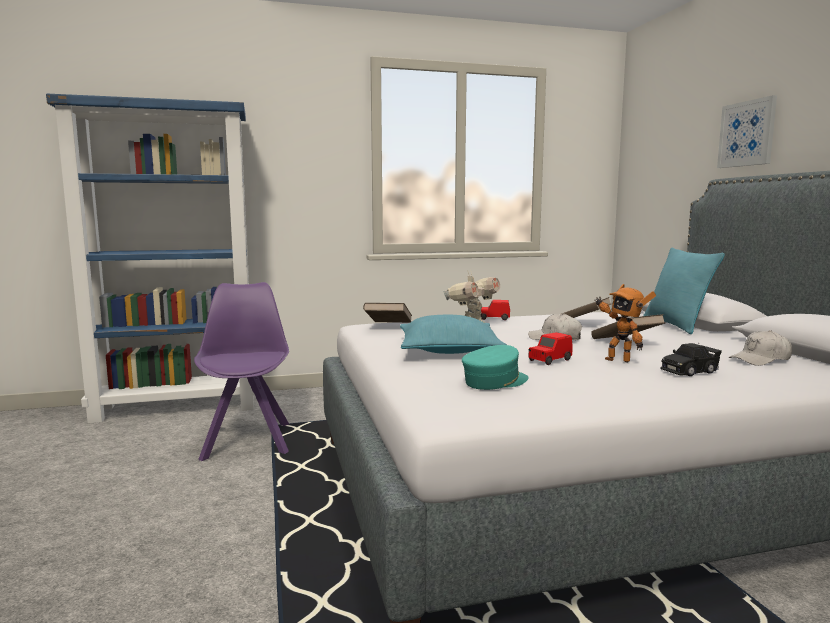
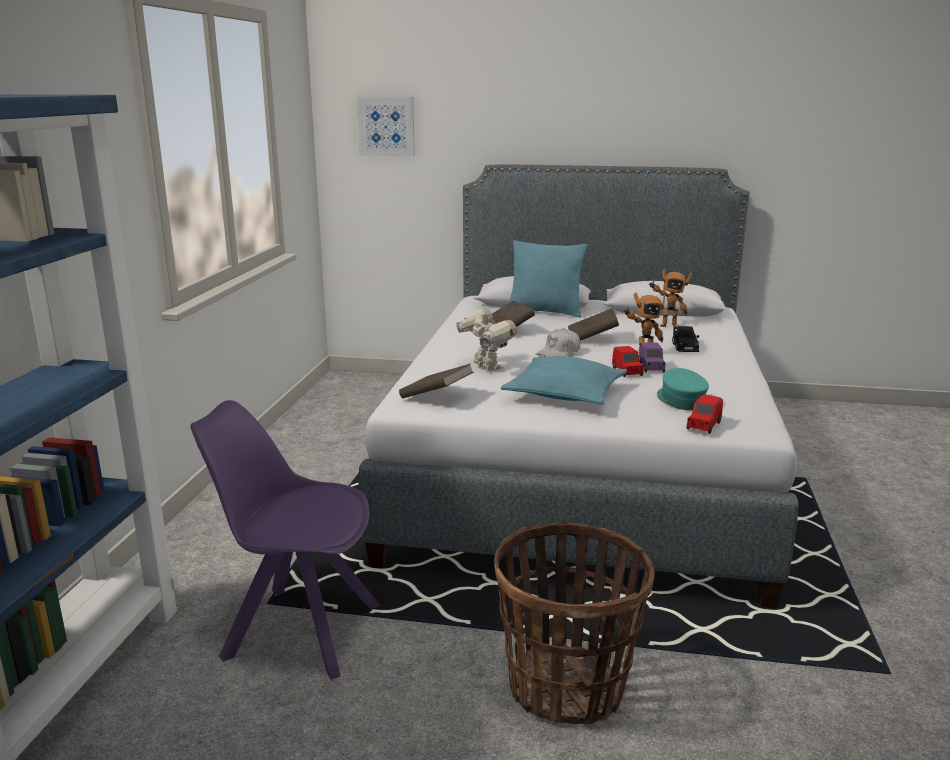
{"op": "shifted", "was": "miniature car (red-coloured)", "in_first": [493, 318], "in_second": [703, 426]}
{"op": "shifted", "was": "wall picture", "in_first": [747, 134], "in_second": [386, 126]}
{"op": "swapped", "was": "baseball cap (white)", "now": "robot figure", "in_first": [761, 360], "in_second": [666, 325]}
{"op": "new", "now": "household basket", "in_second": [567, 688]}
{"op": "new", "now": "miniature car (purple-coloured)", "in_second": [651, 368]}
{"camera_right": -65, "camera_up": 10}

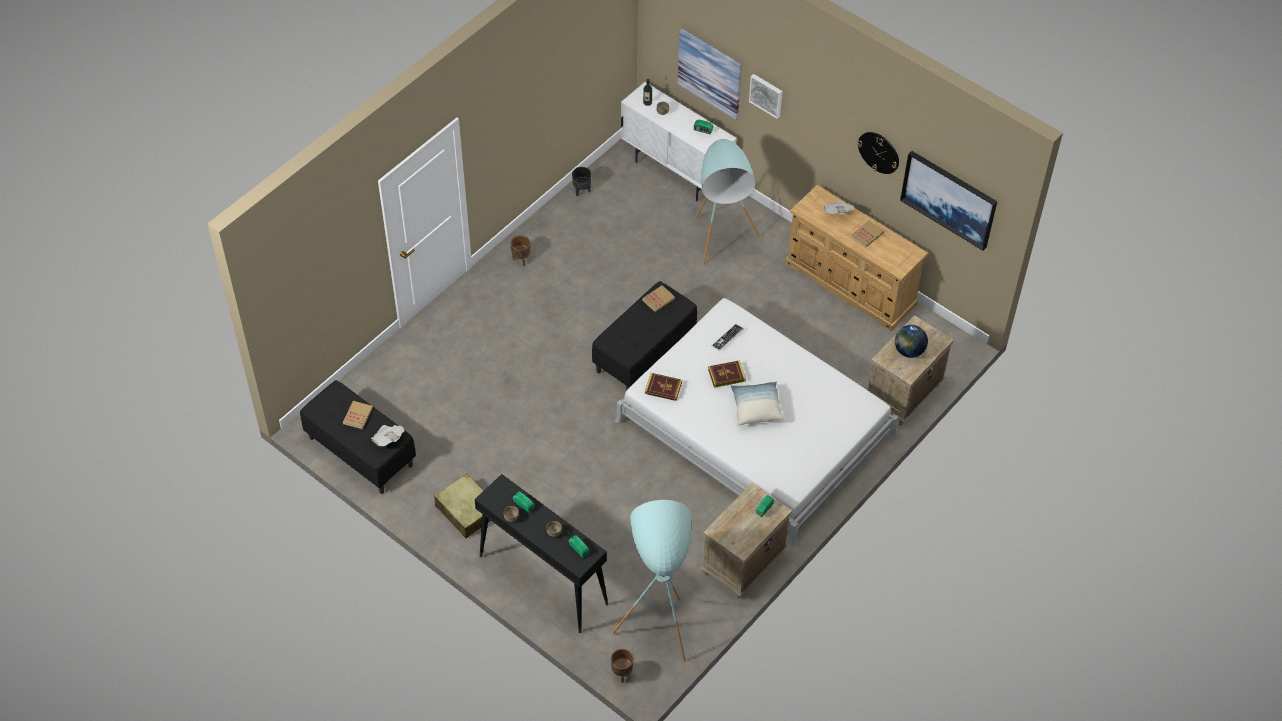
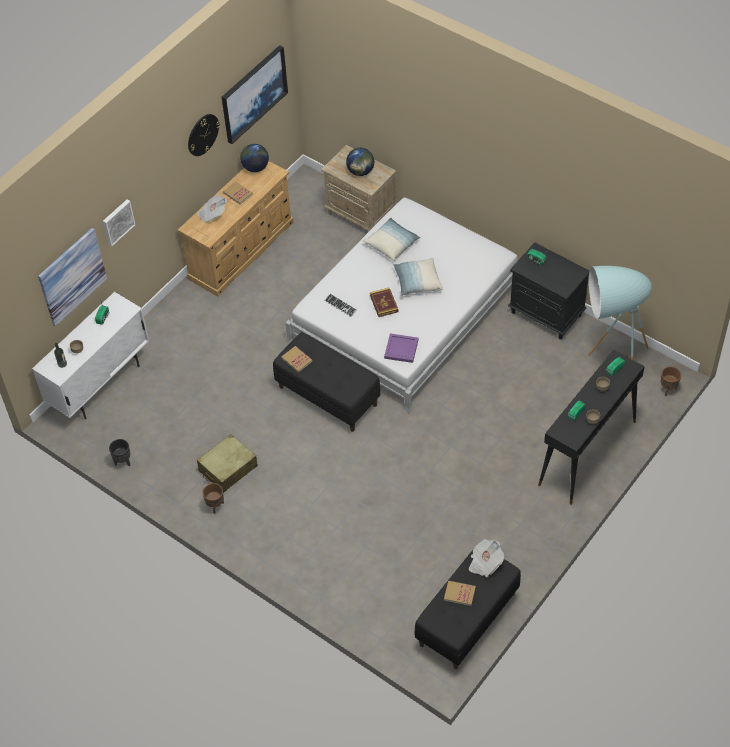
{"op": "shifted", "was": "suitcase (beige-coloured)", "in_first": [466, 511], "in_second": [228, 468]}
{"op": "swapped", "was": "bound book", "now": "serving tray (purple-coloured)", "in_first": [663, 388], "in_second": [402, 349]}
{"op": "gone", "was": "floor lamp (turquoise)", "in_first": [720, 249]}
{"op": "repainted", "was": "nightstand (beige-coloured)", "now": "nightstand (black)", "in_first": [743, 564], "in_second": [547, 314]}
{"op": "new", "now": "desk globe", "in_second": [255, 167]}
{"op": "new", "now": "throw pillow", "in_second": [391, 244]}
{"camera_right": -90, "camera_up": 0}

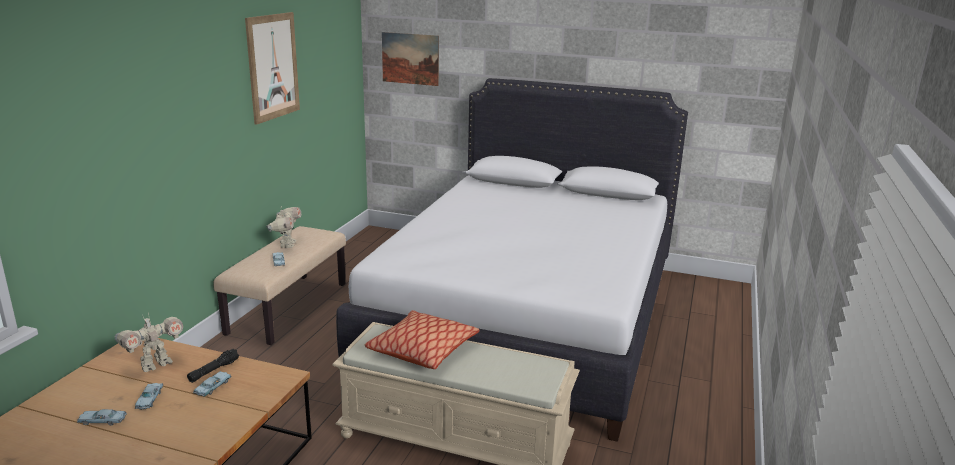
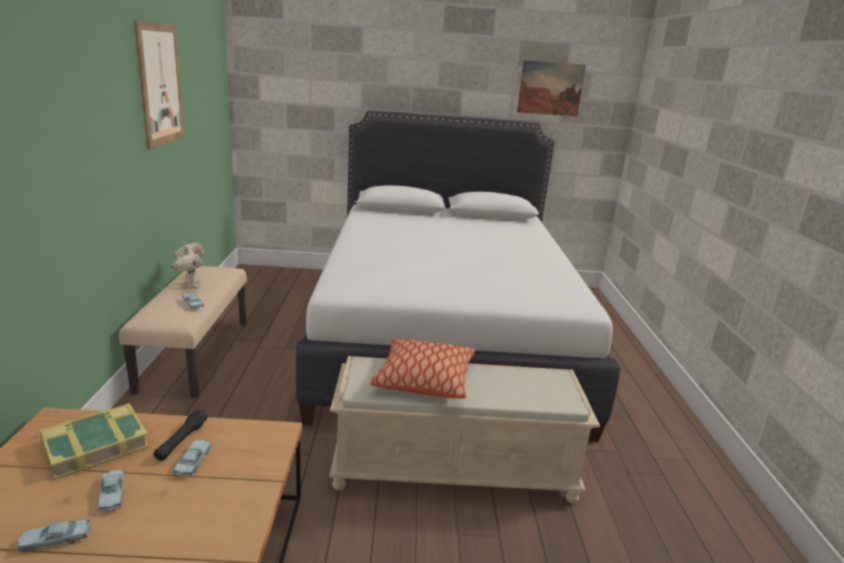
{"op": "swapped", "was": "robot figure", "now": "bound book", "in_first": [155, 364], "in_second": [95, 445]}
{"op": "shifted", "was": "wall picture", "in_first": [410, 58], "in_second": [550, 88]}
{"camera_right": -20, "camera_up": 0}

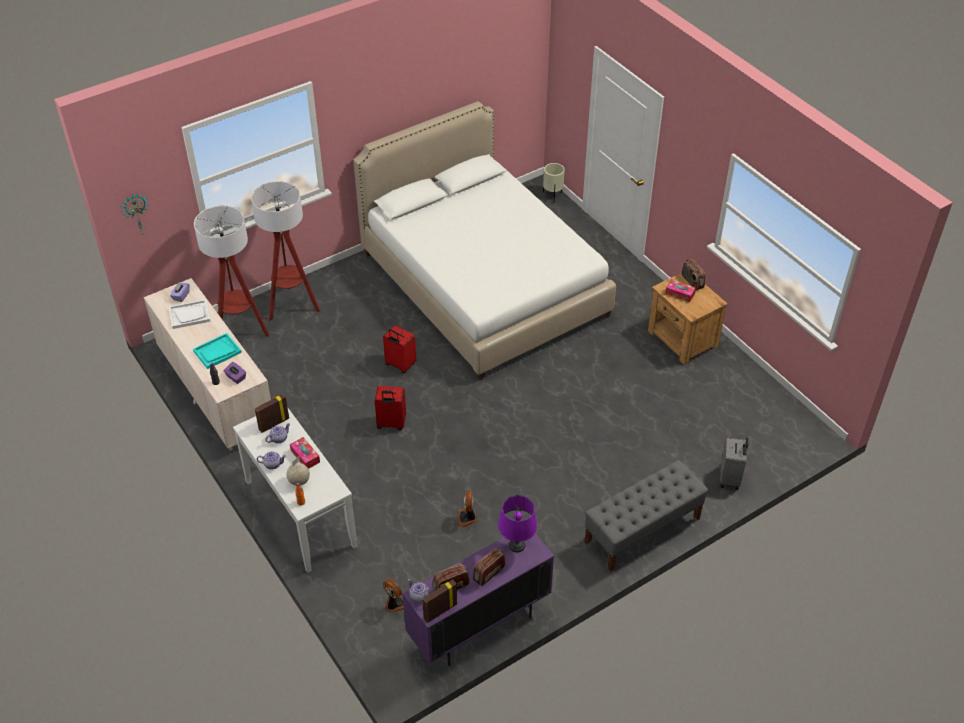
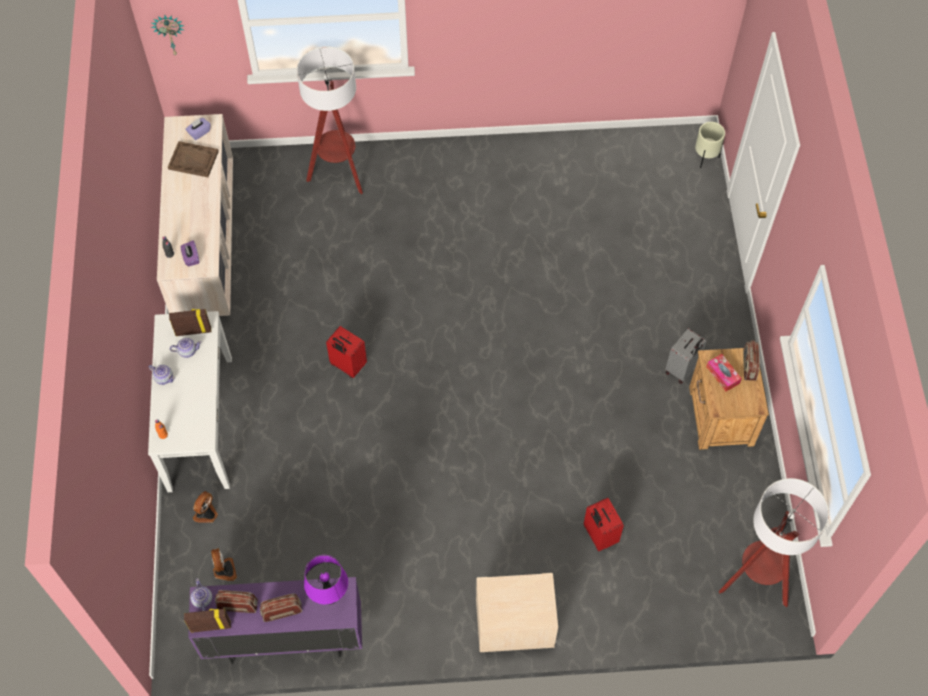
{"op": "repainted", "was": "serving tray (white)", "now": "serving tray (brown)", "in_first": [189, 315], "in_second": [193, 160]}
{"op": "gone", "was": "serving tray (turquoise)", "in_first": [217, 352]}
{"op": "shifted", "was": "floor lamp", "in_first": [241, 331], "in_second": [755, 581]}
{"op": "gone", "was": "desk globe", "in_first": [299, 481]}
{"op": "gone", "was": "tissue box", "in_first": [305, 456]}
{"op": "gone", "was": "sleeping bed (white)", "in_first": [483, 284]}
{"op": "shifted", "was": "suitcase (red-coloured)", "in_first": [400, 365], "in_second": [599, 535]}
{"op": "shifted", "was": "cooling fan", "in_first": [467, 518], "in_second": [207, 514]}
{"op": "swapped", "was": "bench (gray)", "now": "nightstand (beige-coloured)", "in_first": [642, 530], "in_second": [514, 623]}
{"op": "shifted", "was": "suitcase (gray)", "in_first": [730, 478], "in_second": [682, 369]}
{"camera_right": 30, "camera_up": 15}

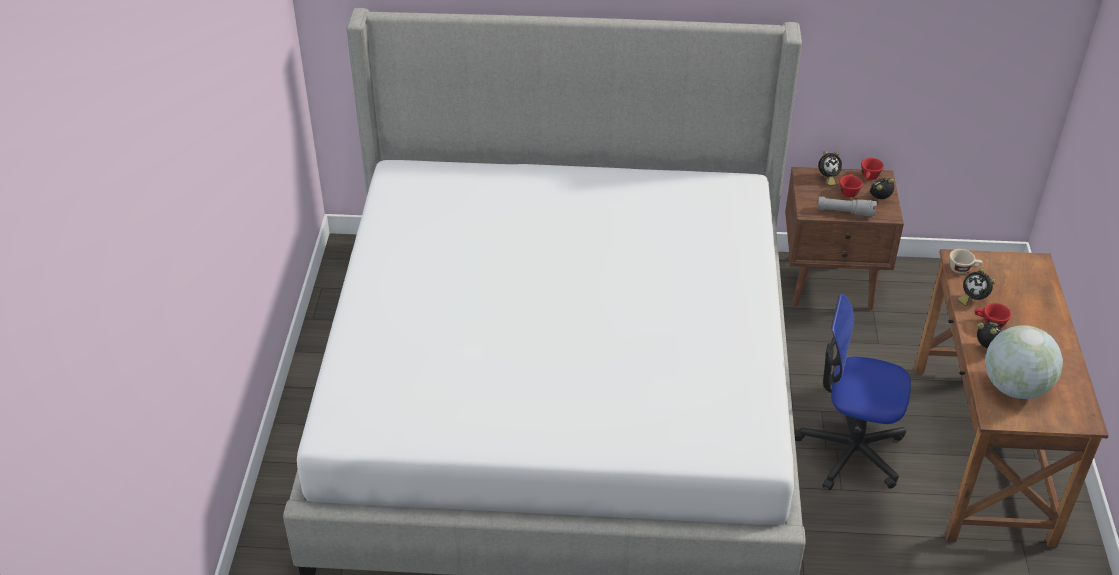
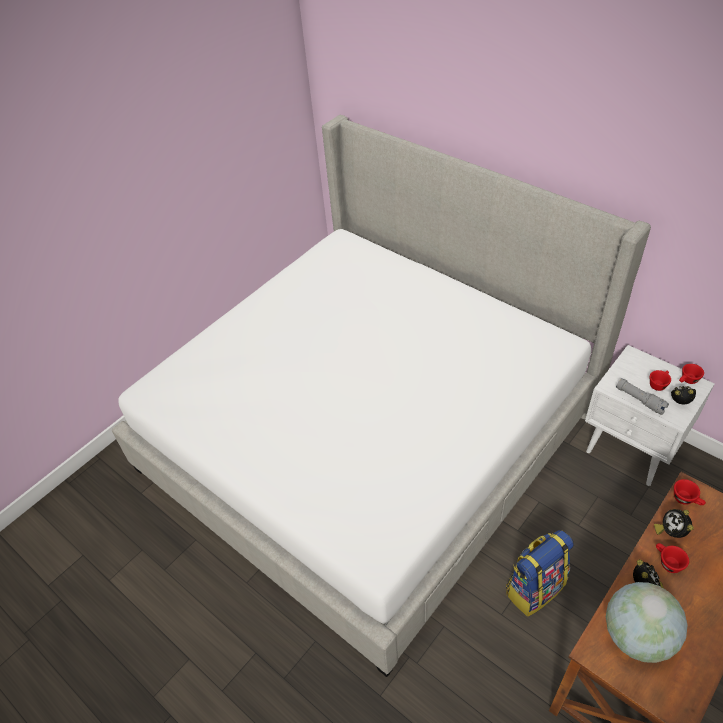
{"op": "repainted", "was": "nightstand (brown)", "now": "nightstand (white)", "in_first": [831, 284], "in_second": [631, 449]}
{"op": "swapped", "was": "desk chair", "now": "backpack", "in_first": [850, 450], "in_second": [534, 588]}
{"op": "gone", "was": "table clock", "in_first": [827, 178]}
{"op": "repainted", "was": "small cup (beige-coloured)", "now": "small cup (red-coloured)", "in_first": [963, 269], "in_second": [686, 499]}
{"camera_right": 40, "camera_up": 5}

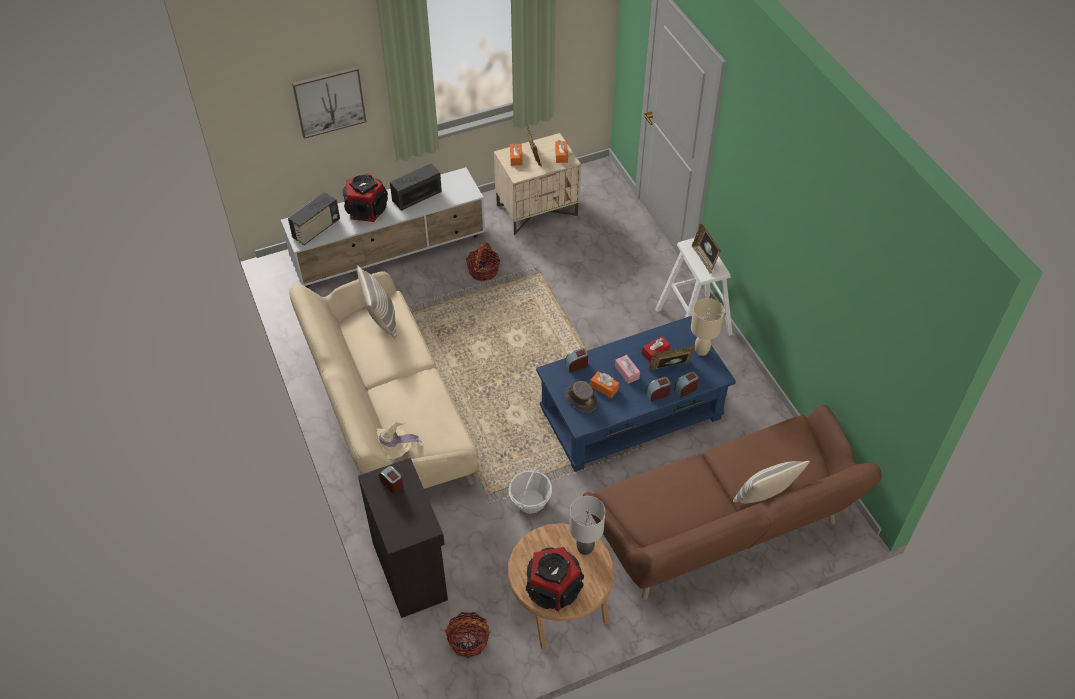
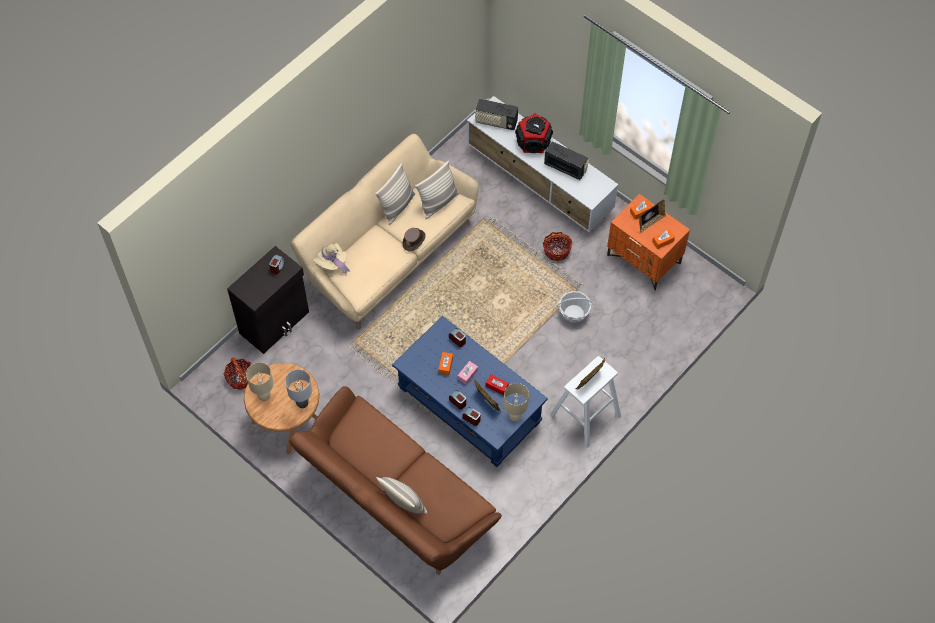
{"op": "gone", "was": "wall picture", "in_first": [329, 101]}
{"op": "repainted", "was": "nightstand (beige-coloured)", "now": "nightstand (orangey)", "in_first": [537, 210], "in_second": [644, 259]}
{"op": "shifted", "was": "household basket", "in_first": [530, 501], "in_second": [573, 313]}
{"op": "swapped", "was": "audio speaker", "now": "lamp for a table (beige-coloured)", "in_first": [553, 588], "in_second": [264, 397]}
{"op": "shifted", "was": "wearable hat (brown)", "in_first": [581, 398], "in_second": [414, 240]}
{"op": "new", "now": "throw pillow", "in_second": [397, 206]}
{"camera_right": 65, "camera_up": 10}

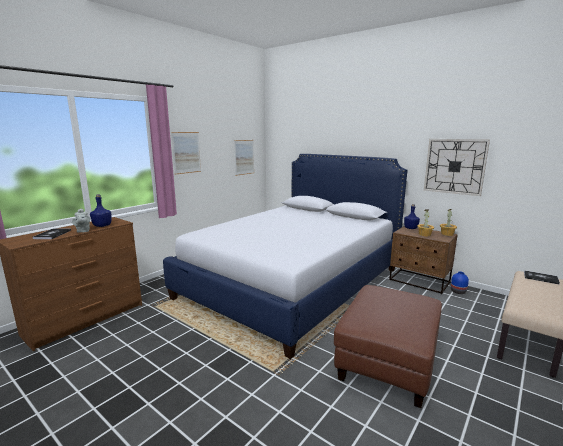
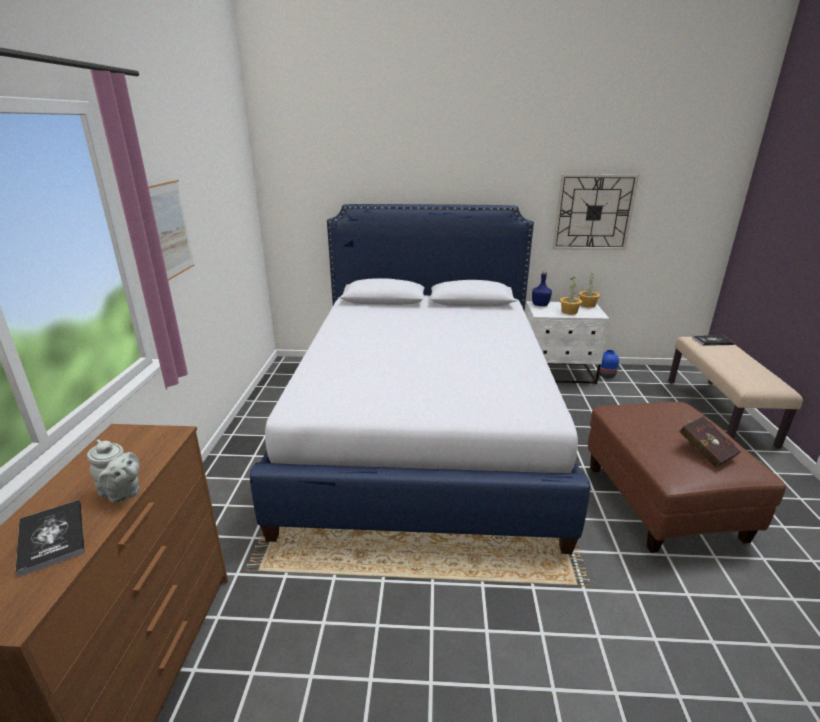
{"op": "gone", "was": "bottle (blue-coloured)", "in_first": [102, 226]}
{"op": "gone", "was": "wall picture", "in_first": [244, 157]}
{"op": "repainted", "was": "nightstand (brown)", "now": "nightstand (white)", "in_first": [419, 281], "in_second": [557, 373]}
{"op": "new", "now": "bound book (red-coloured)", "in_second": [704, 451]}
{"camera_right": -35, "camera_up": 10}

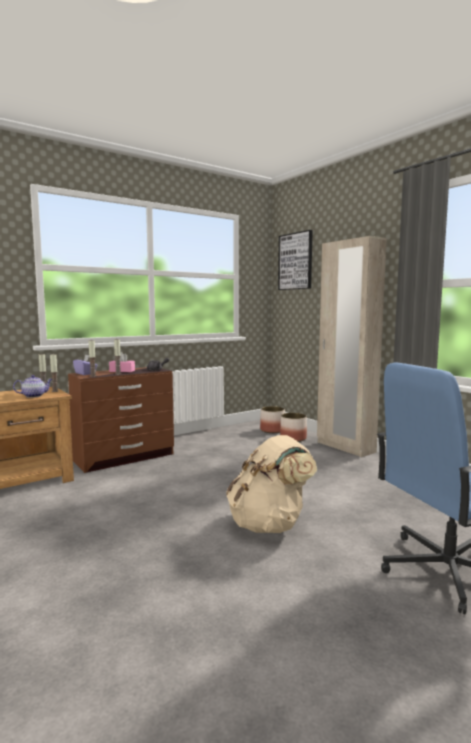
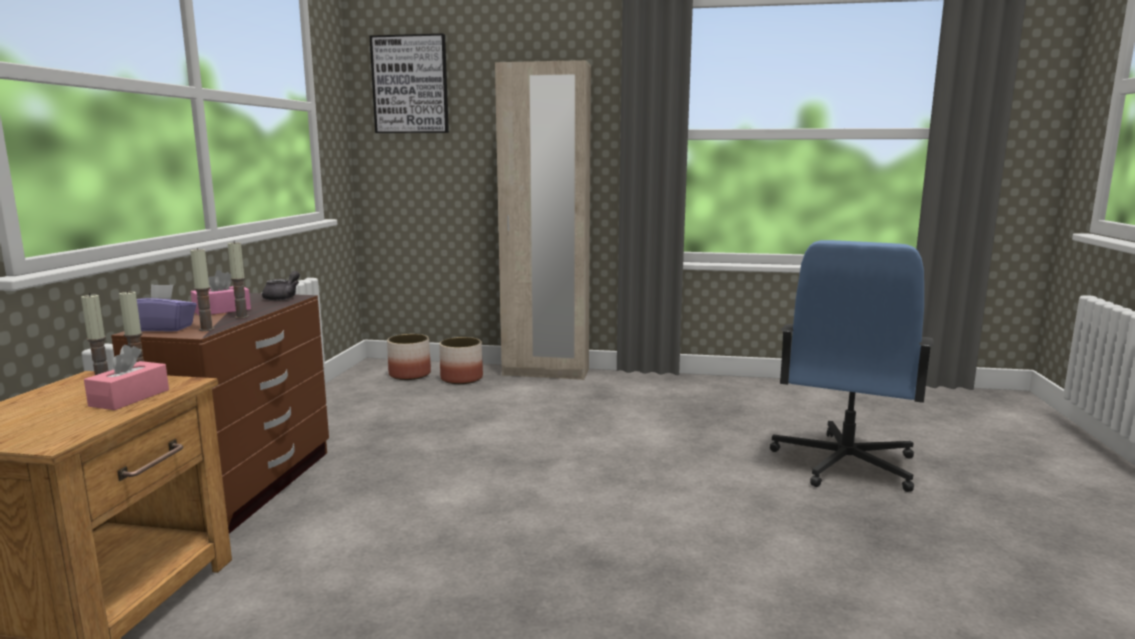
{"op": "swapped", "was": "pot for tea", "now": "tissue box (pink)", "in_first": [34, 396], "in_second": [130, 398]}
{"op": "gone", "was": "backpack (beige-coloured)", "in_first": [269, 525]}
{"camera_right": -45, "camera_up": 5}

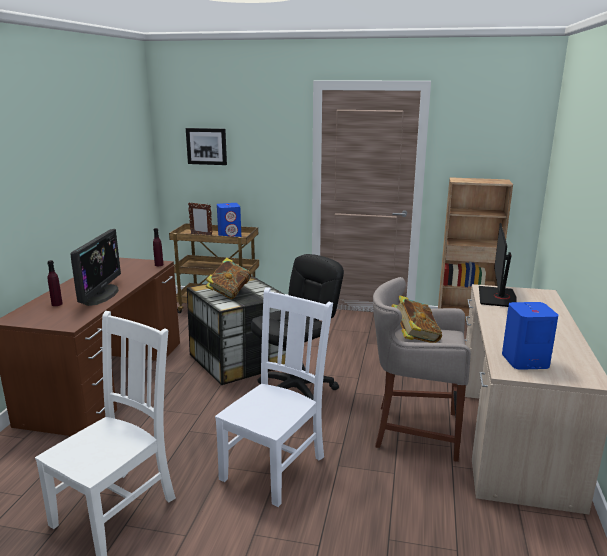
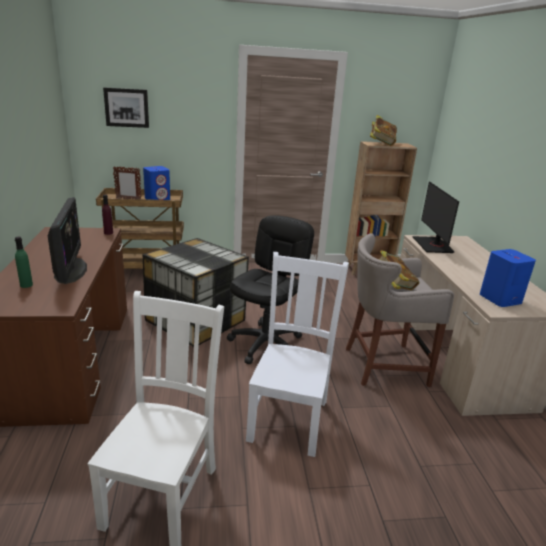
{"op": "repainted", "was": "bottle (purple-coloured)", "now": "bottle (green)", "in_first": [57, 304], "in_second": [26, 285]}
{"op": "shifted", "was": "bound book", "in_first": [229, 293], "in_second": [381, 143]}
{"camera_right": -20, "camera_up": 5}

